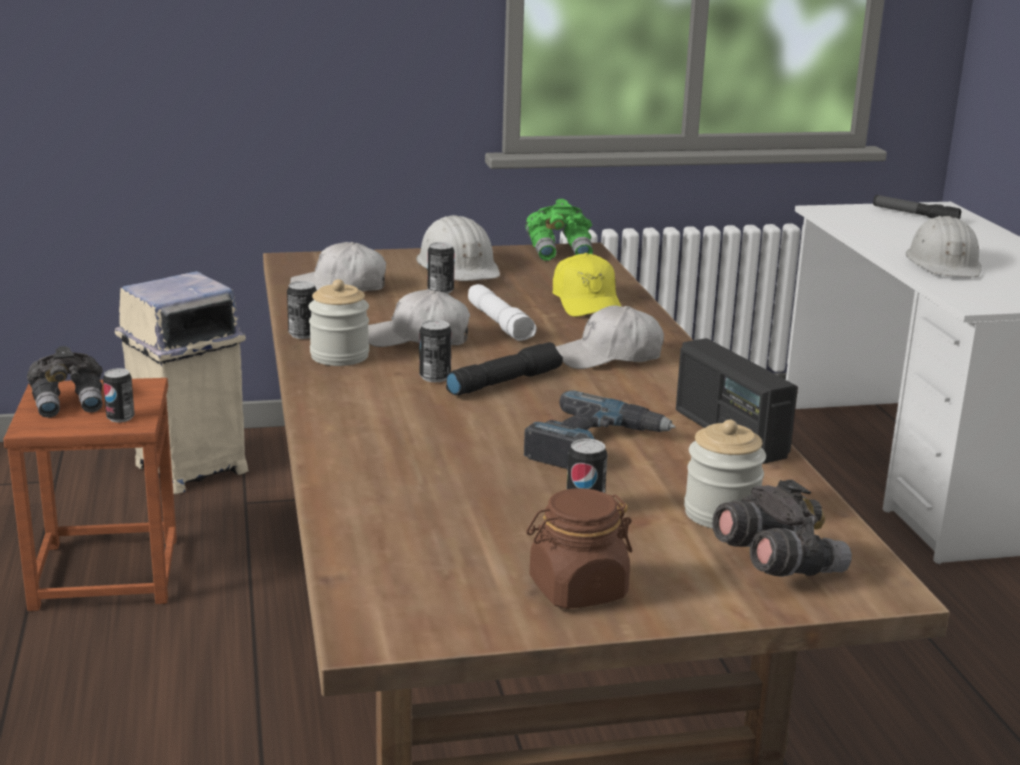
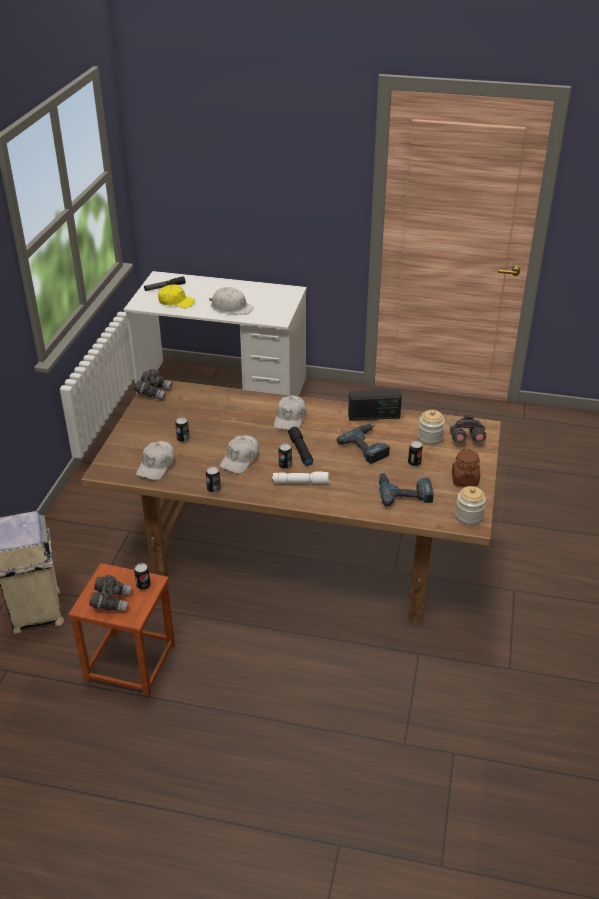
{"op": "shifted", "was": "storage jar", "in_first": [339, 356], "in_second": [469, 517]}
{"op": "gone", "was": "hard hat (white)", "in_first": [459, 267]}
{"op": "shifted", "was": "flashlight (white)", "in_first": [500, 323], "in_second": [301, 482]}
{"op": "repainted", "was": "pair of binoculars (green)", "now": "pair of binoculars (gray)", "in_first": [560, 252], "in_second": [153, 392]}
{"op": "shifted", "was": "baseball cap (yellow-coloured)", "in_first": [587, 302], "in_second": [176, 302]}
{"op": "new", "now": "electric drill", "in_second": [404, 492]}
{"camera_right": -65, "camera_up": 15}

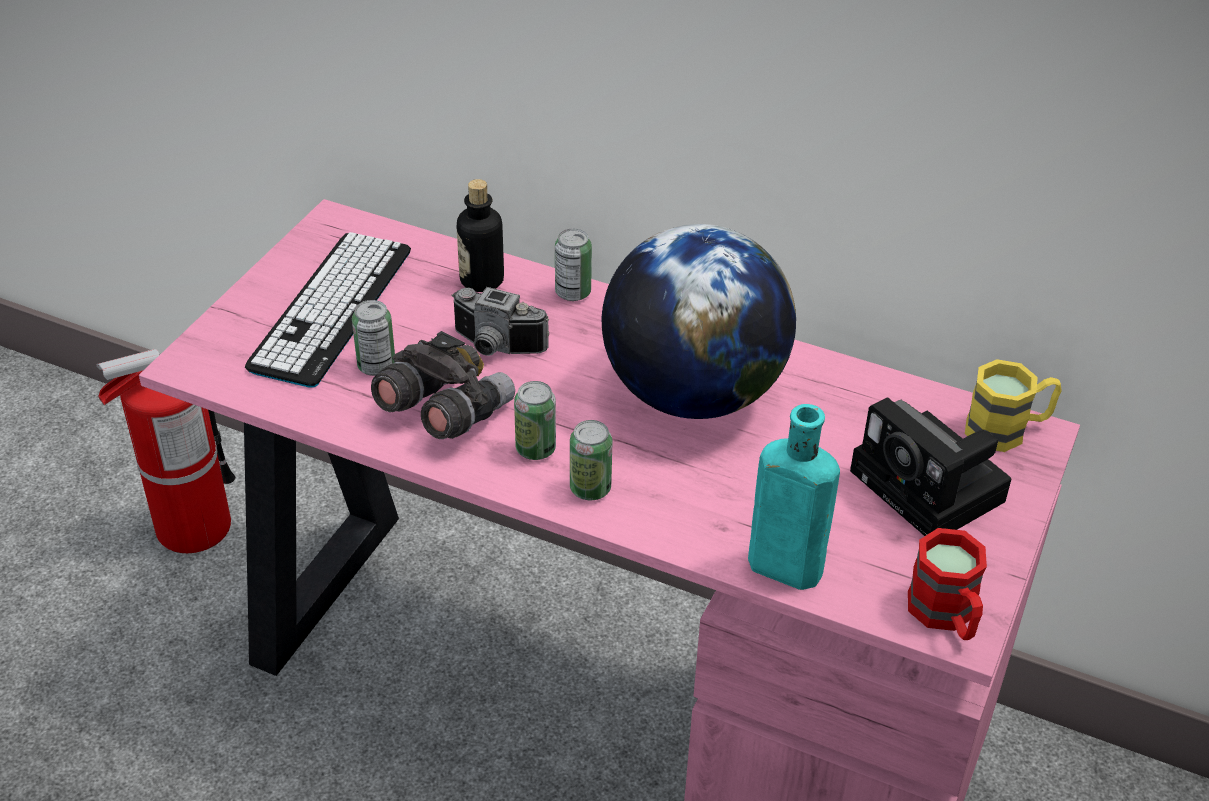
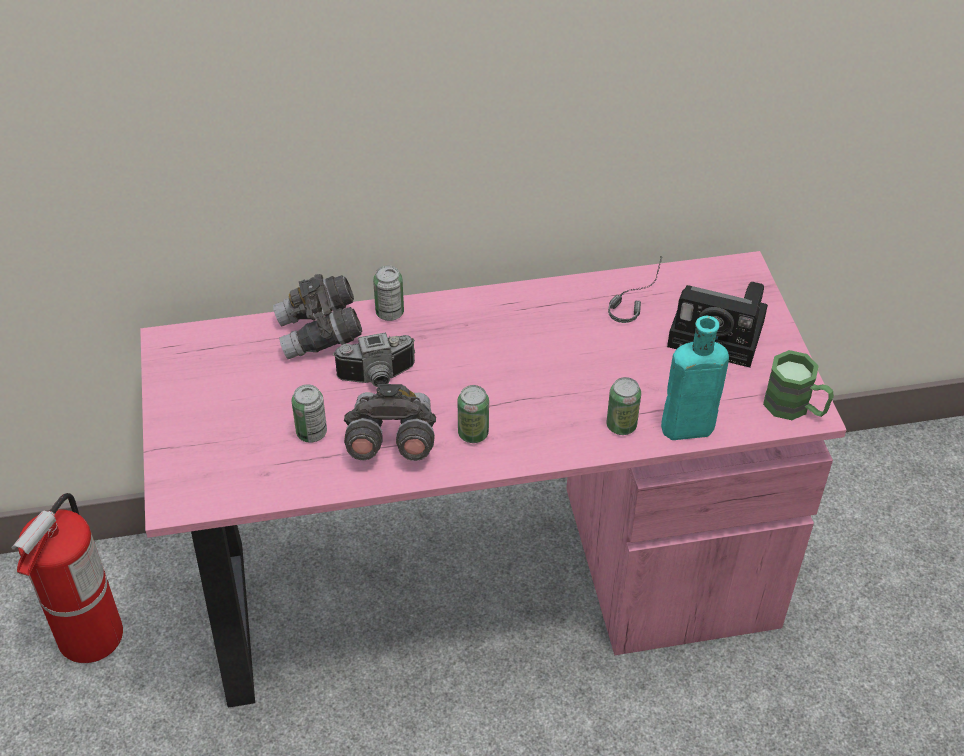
{"op": "gone", "was": "PC keyboard", "in_first": [332, 308]}
{"op": "swapped", "was": "bottle", "now": "pair of binoculars (gray)", "in_first": [482, 280], "in_second": [320, 334]}
{"op": "shifted", "was": "sealed can", "in_first": [590, 488], "in_second": [621, 425]}
{"op": "gone", "was": "desk globe", "in_first": [693, 394]}
{"op": "repainted", "was": "tea mug (red-coloured)", "now": "tea mug (green)", "in_first": [946, 616], "in_second": [795, 407]}
{"op": "gone", "was": "tea mug (yellow-coloured)", "in_first": [1007, 429]}
{"op": "new", "now": "headphones", "in_second": [633, 296]}
{"camera_right": -35, "camera_up": 5}

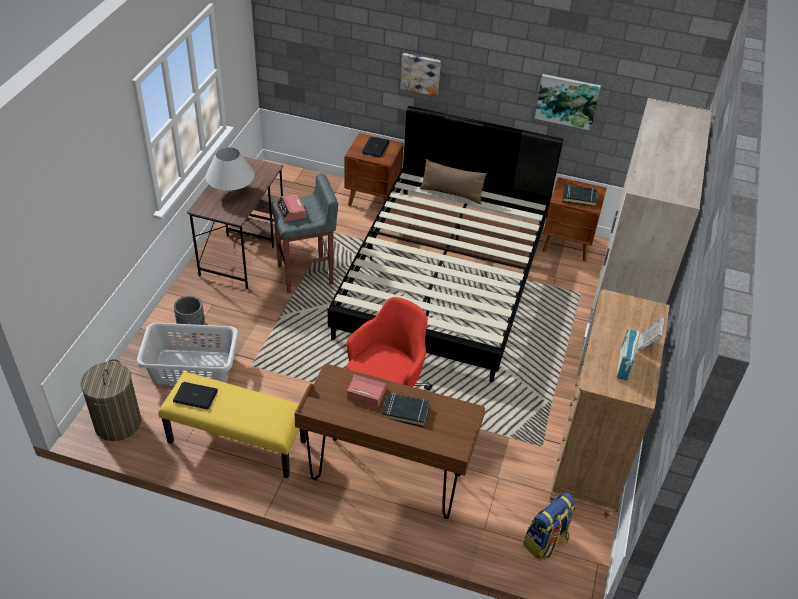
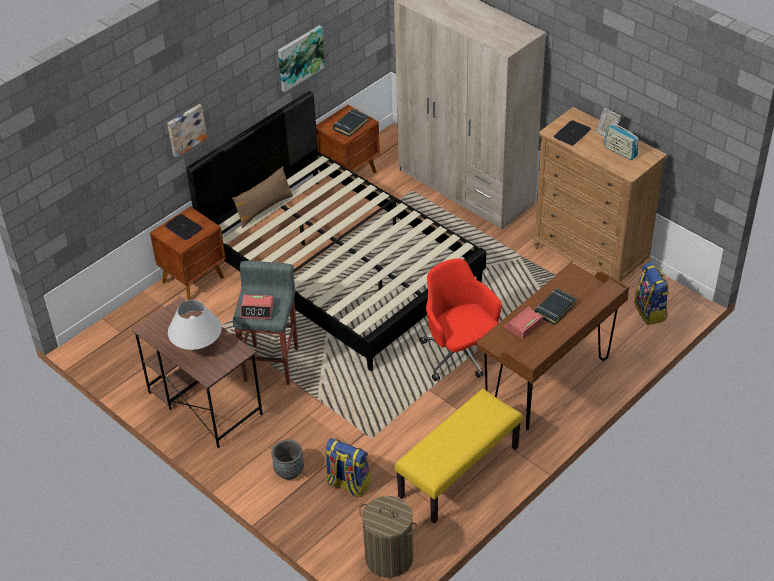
{"op": "swapped", "was": "hamper (gray)", "now": "backpack", "in_first": [192, 368], "in_second": [348, 484]}
{"op": "shifted", "was": "notebook computer", "in_first": [195, 396], "in_second": [572, 133]}
{"camera_right": -60, "camera_up": 0}

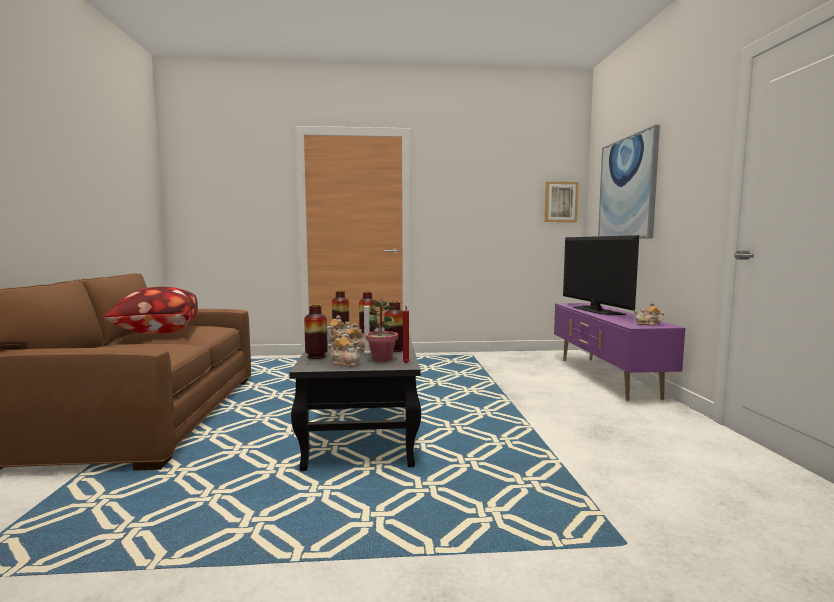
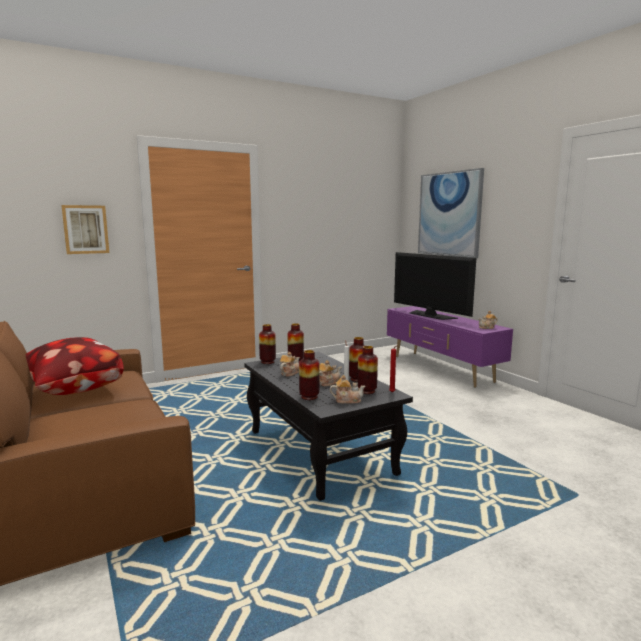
{"op": "swapped", "was": "houseplant", "now": "vase", "in_first": [382, 359], "in_second": [367, 391]}
{"op": "shifted", "was": "wall picture", "in_first": [560, 202], "in_second": [85, 229]}
{"camera_right": -25, "camera_up": 5}

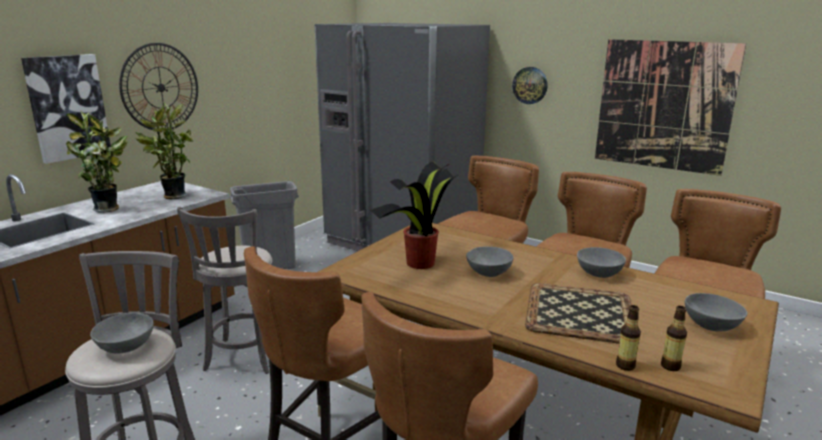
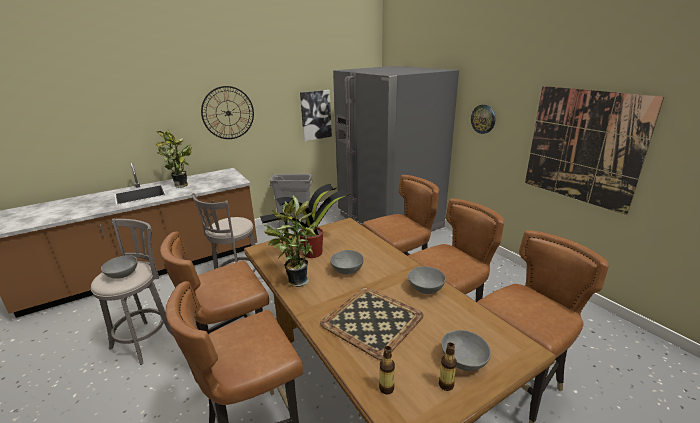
{"op": "shifted", "was": "wall picture", "in_first": [67, 107], "in_second": [315, 115]}
{"op": "shifted", "was": "houseplant", "in_first": [172, 196], "in_second": [295, 281]}
{"op": "shifted", "was": "bottle", "in_first": [625, 366], "in_second": [446, 385]}
{"camera_right": 25, "camera_up": 5}

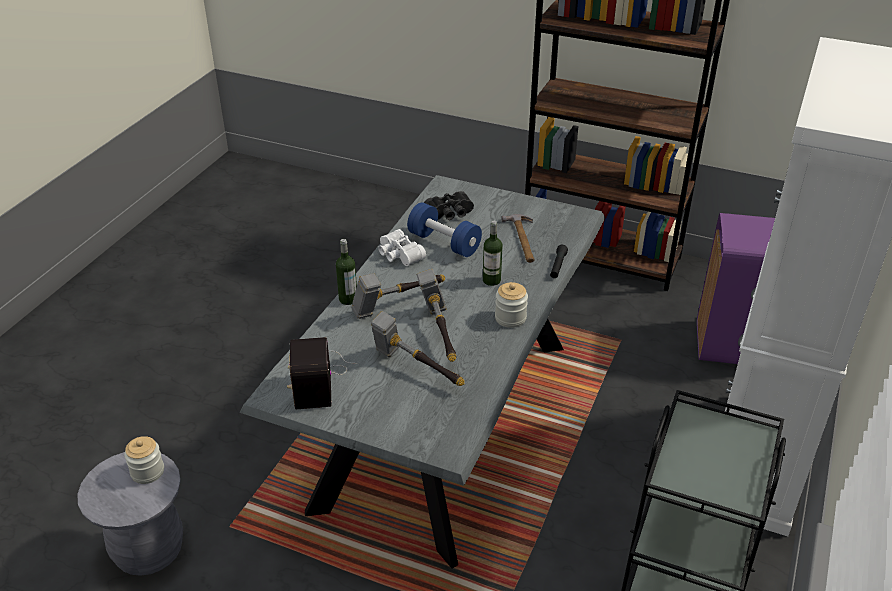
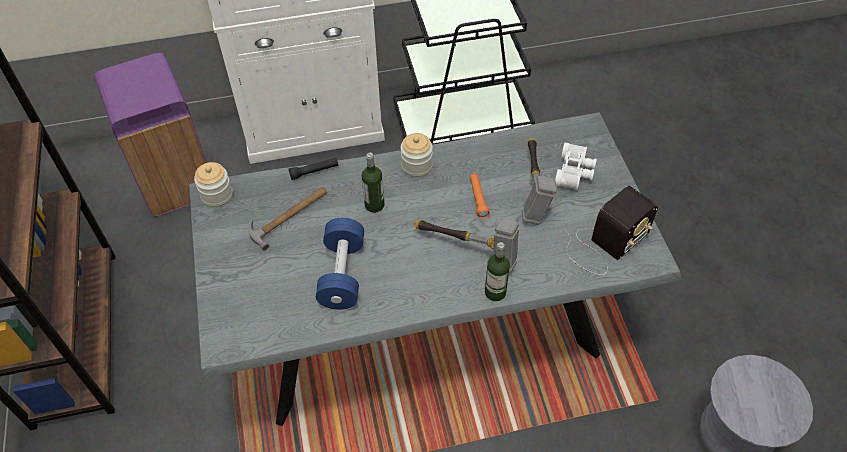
{"op": "shifted", "was": "storage jar", "in_first": [147, 472], "in_second": [217, 195]}
{"op": "shifted", "was": "pair of binoculars (white)", "in_first": [398, 255], "in_second": [575, 172]}
{"op": "swapped", "was": "tool hammer", "now": "flashlight (orangey)", "in_first": [440, 334], "in_second": [478, 199]}
{"op": "gone", "was": "pair of binoculars (black)", "in_first": [450, 214]}
{"camera_right": -125, "camera_up": 15}

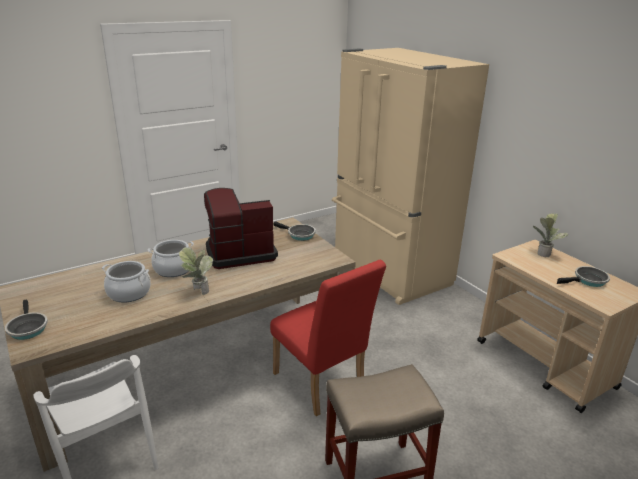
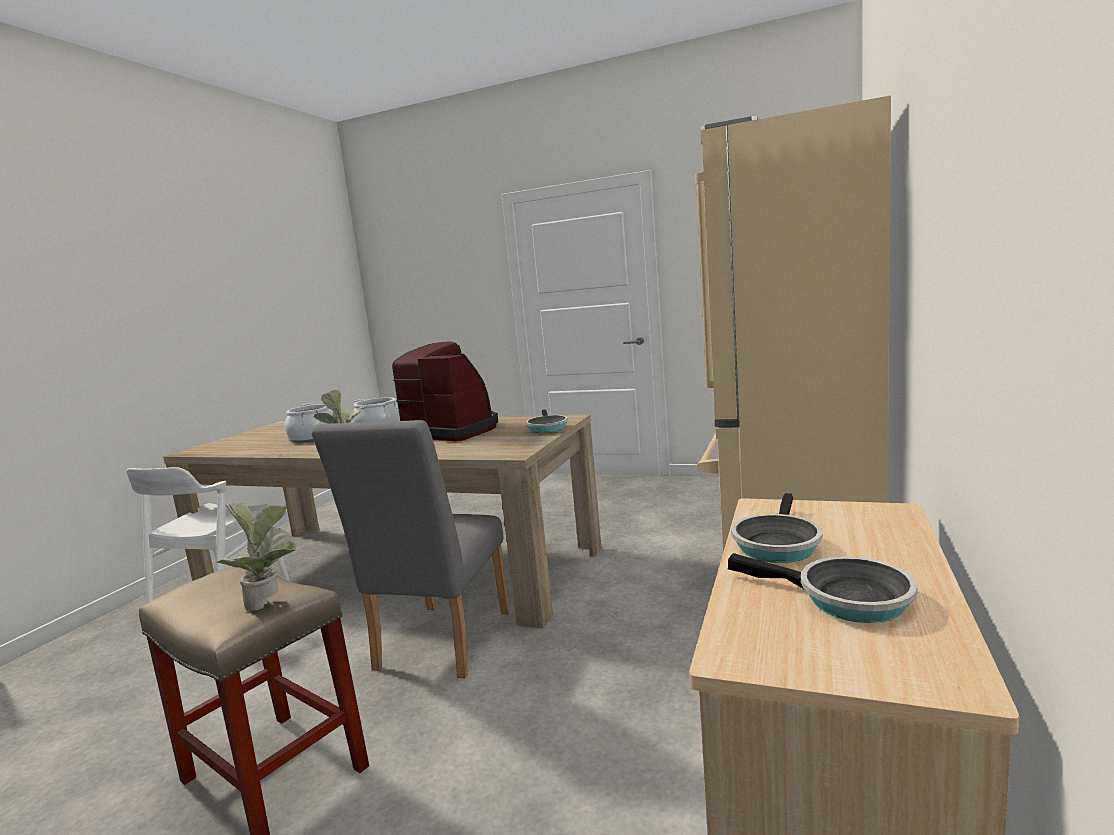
{"op": "shifted", "was": "pan", "in_first": [27, 328], "in_second": [776, 544]}
{"op": "repainted", "was": "plain chair (red-coloured)", "now": "plain chair (gray)", "in_first": [321, 386], "in_second": [438, 645]}
{"op": "shifted", "was": "houseplant", "in_first": [544, 253], "in_second": [271, 602]}
{"camera_right": 55, "camera_up": -15}

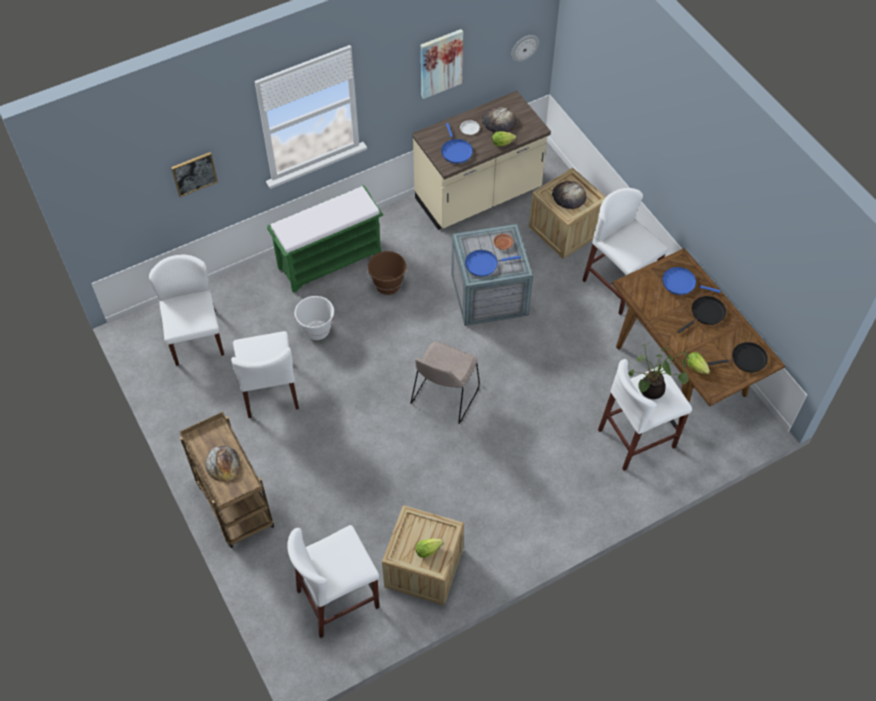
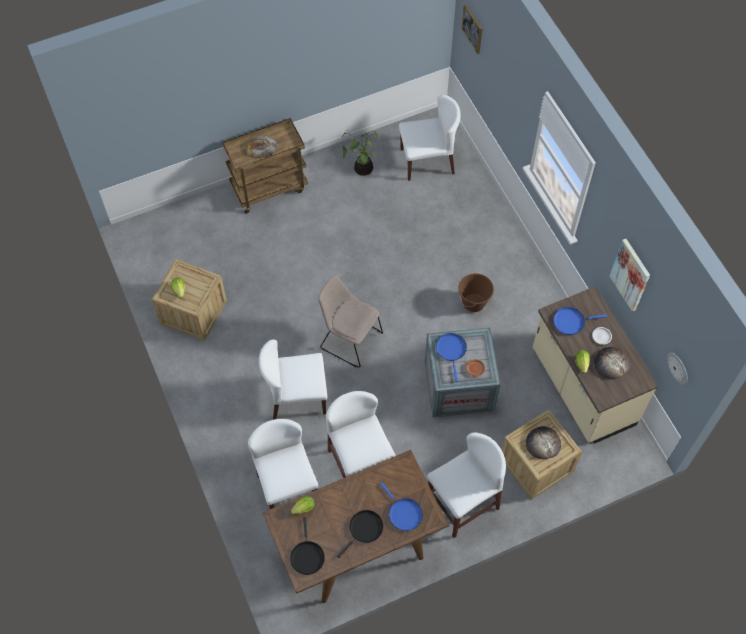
{"op": "shifted", "was": "wall picture", "in_first": [194, 173], "in_second": [472, 28]}
{"op": "shifted", "was": "plain chair (white)", "in_first": [270, 389], "in_second": [296, 397]}
{"op": "gone", "was": "bench (green)", "in_first": [330, 260]}
{"op": "shifted", "was": "stool seat (white)", "in_first": [338, 599], "in_second": [359, 465]}
{"op": "gone", "was": "pail (white)", "in_first": [317, 330]}
{"op": "shifted", "was": "houseplant", "in_first": [651, 391], "in_second": [362, 168]}
{"op": "rotated", "was": "pan (blue-coloured)", "in_first": [681, 283], "in_second": [403, 513], "clockwise": 120}
{"op": "rotated", "was": "pan (black)", "in_first": [706, 313], "in_second": [364, 529], "clockwise": -105}
{"camera_right": 95, "camera_up": 5}

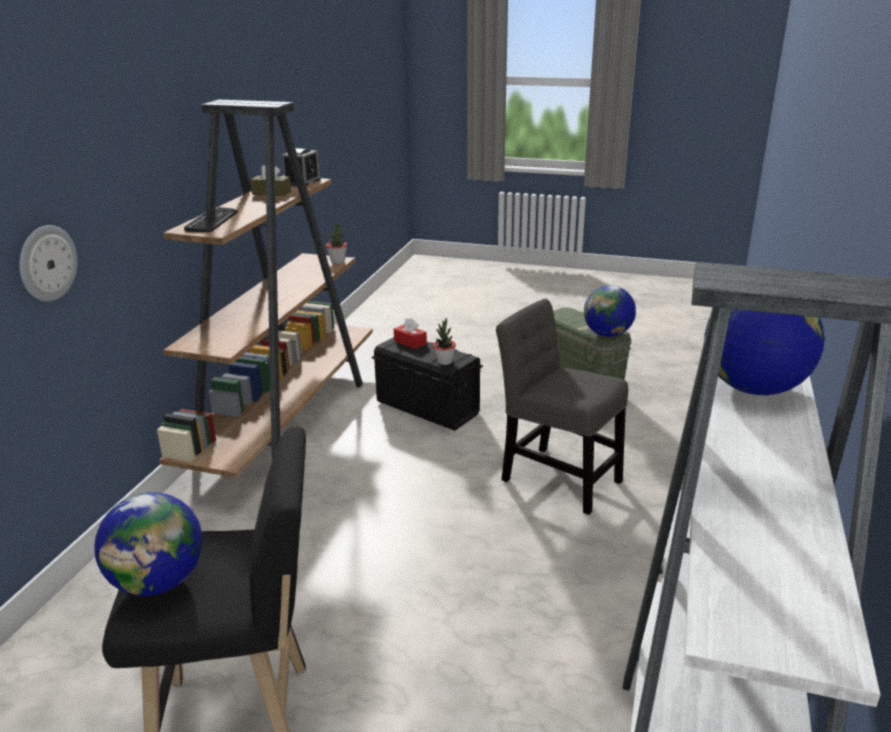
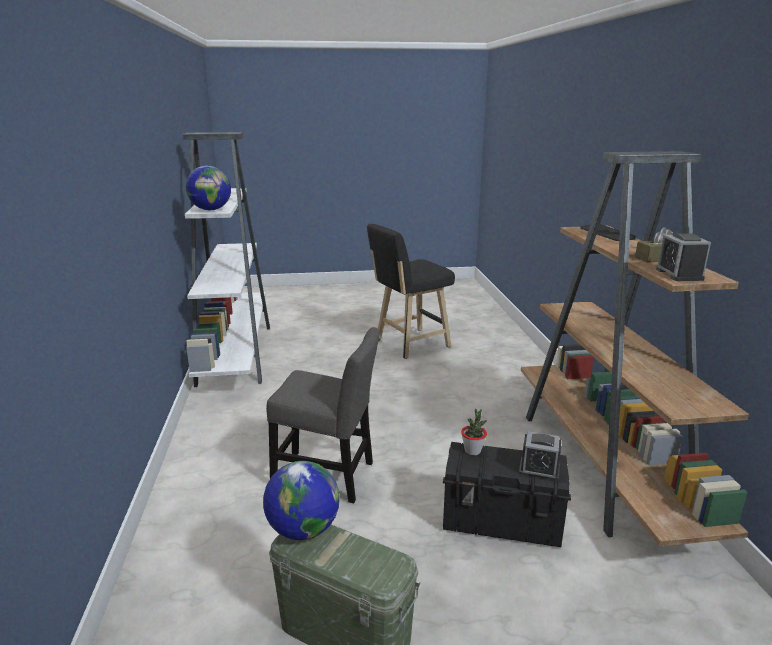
{"op": "gone", "was": "wall clock", "in_first": [47, 263]}
{"op": "gone", "was": "desk globe", "in_first": [159, 582]}
{"op": "gone", "was": "houseplant", "in_first": [337, 261]}
{"op": "swapped", "was": "tissue box (red-coloured)", "now": "table clock", "in_first": [410, 342], "in_second": [539, 470]}
{"camera_right": 155, "camera_up": -5}

